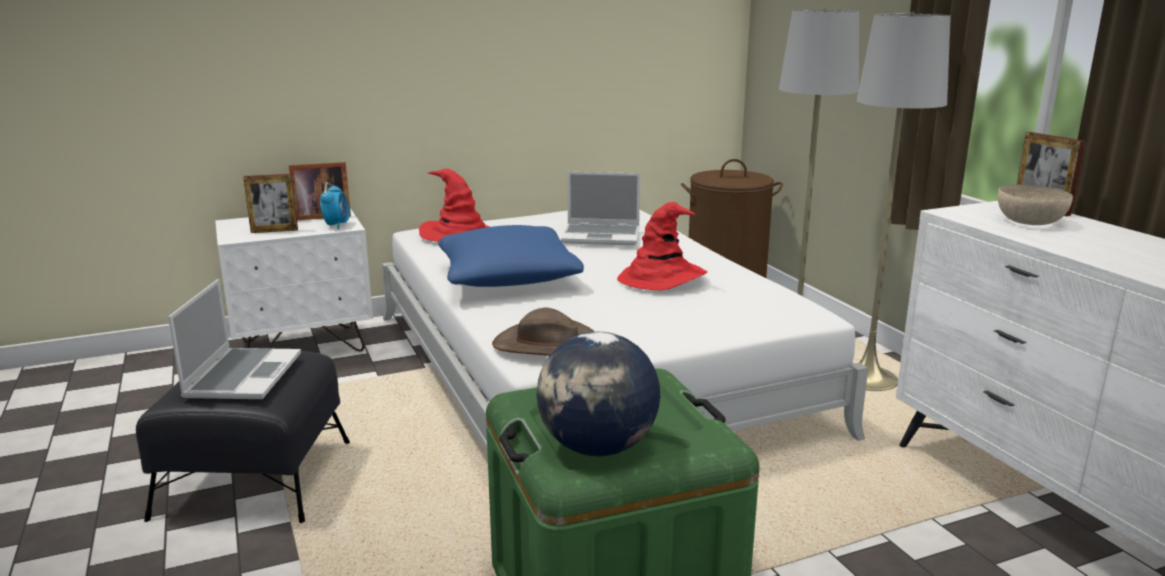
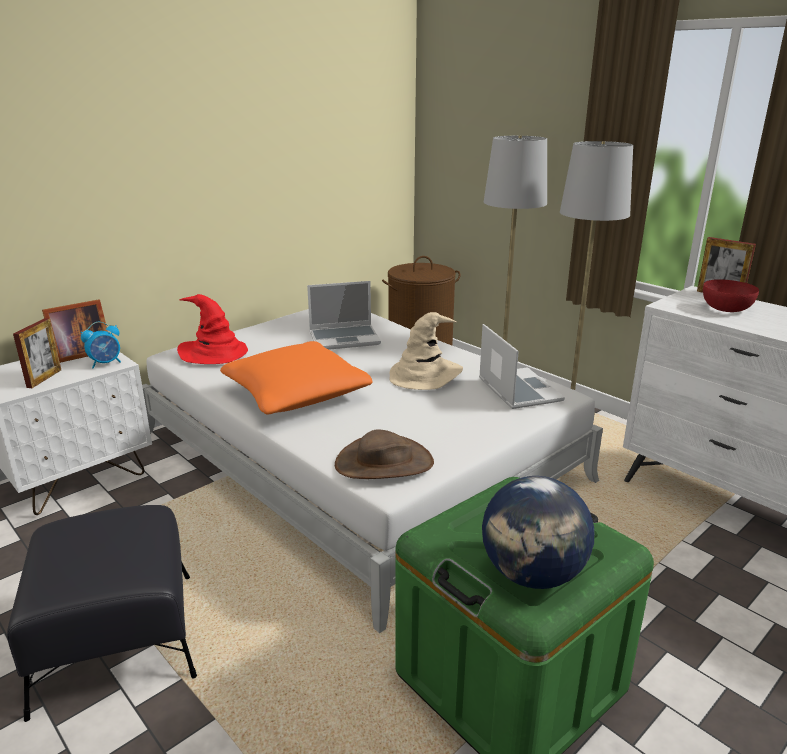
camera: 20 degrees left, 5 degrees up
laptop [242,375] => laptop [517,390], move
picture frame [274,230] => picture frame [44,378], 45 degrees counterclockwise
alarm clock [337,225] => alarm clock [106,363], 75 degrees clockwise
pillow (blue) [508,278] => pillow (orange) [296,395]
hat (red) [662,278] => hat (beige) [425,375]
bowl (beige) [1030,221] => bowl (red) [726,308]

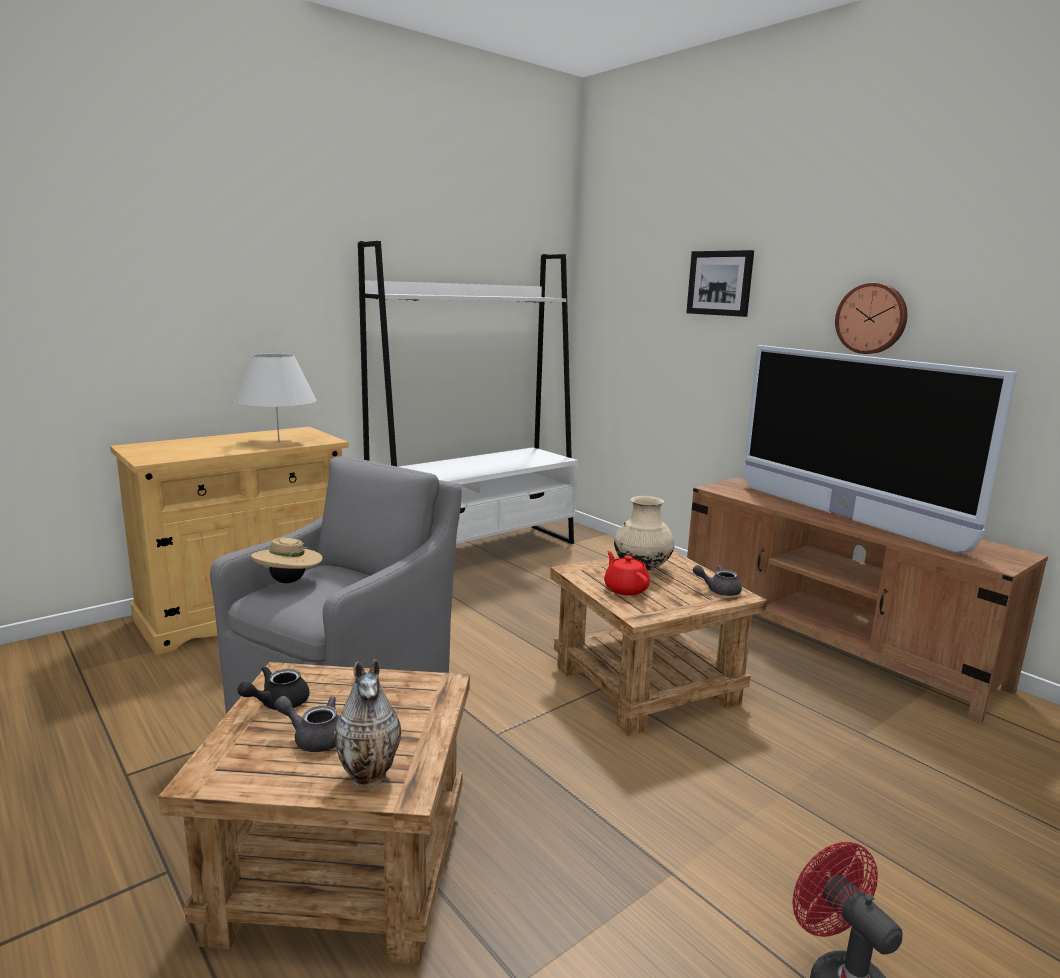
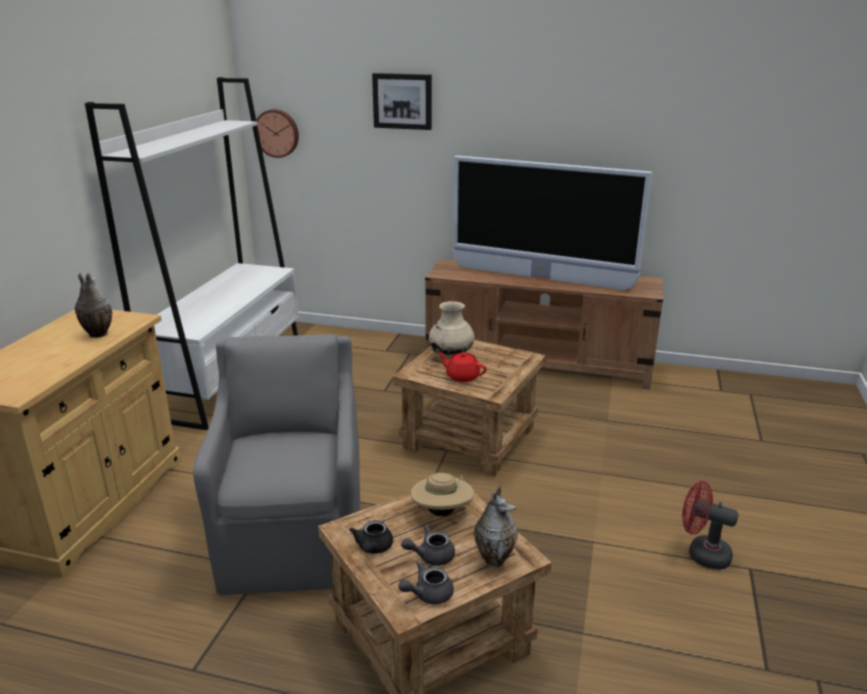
camera: 35 degrees left, 10 degrees up
table lamp (white) [278,442] => vase [97,334]
hat (beige) [289,582] => hat (beige) [442,512], move
teapot (grey) [718,590] => teapot (grey) [428,594], move
wall clock [872,318] => wall clock [277,133], move

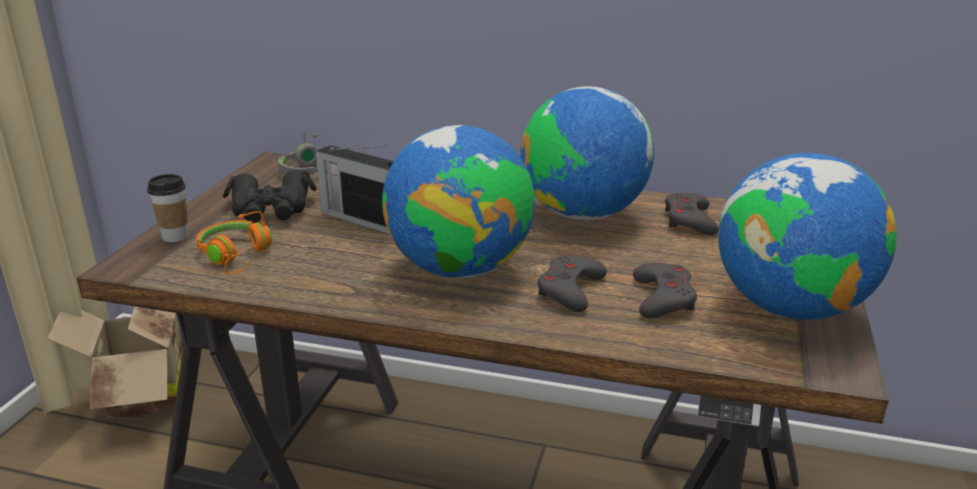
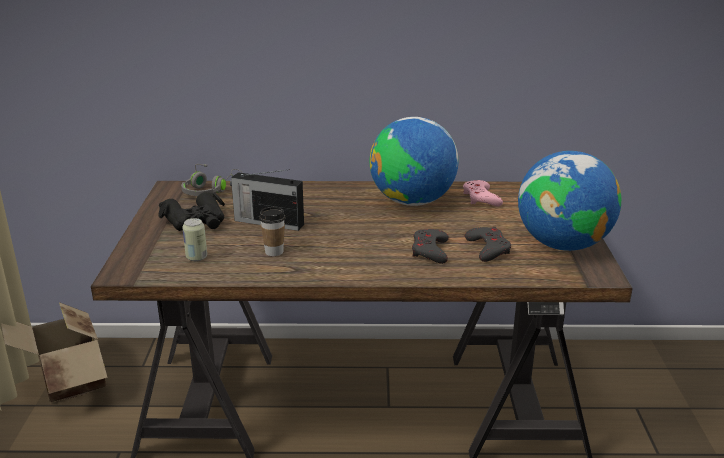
camera: 15 degrees left, 0 degrees up
cup [175,237] => cup [274,252], move
headphones (orange) [237,256] => can [196,257]
globe [460,268] => nothing
game controller (grey) [689,220] => game controller (pink) [481,198]

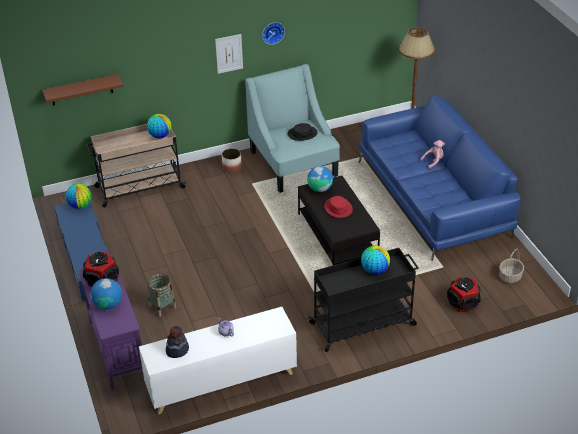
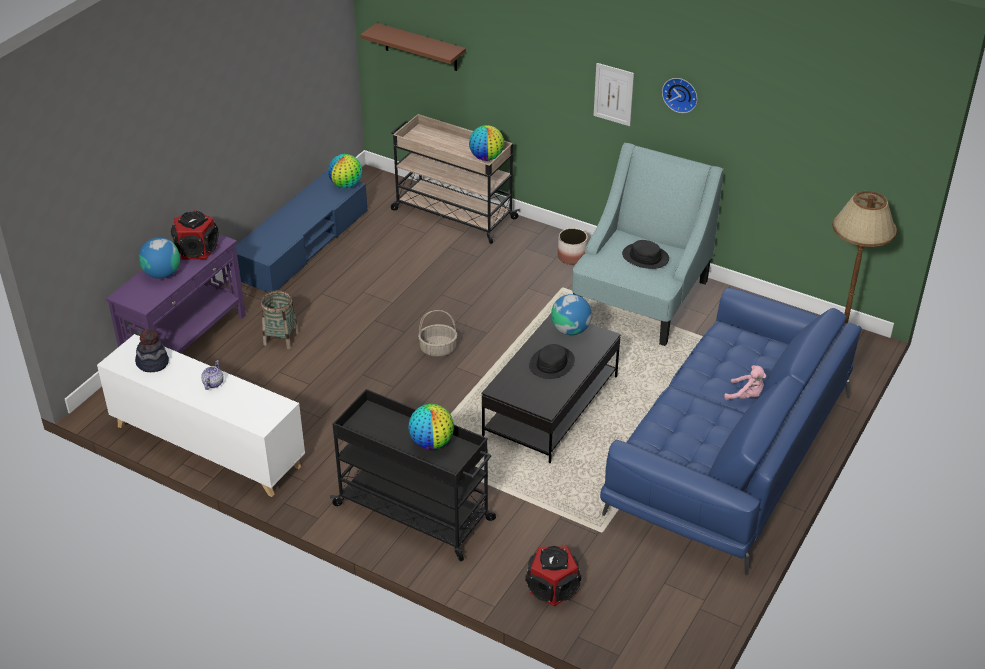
camera: 50 degrees right, 0 degrees up
hat (red) [338,208] => hat (black) [552,363]
basket [510,277] => basket [437,349], move

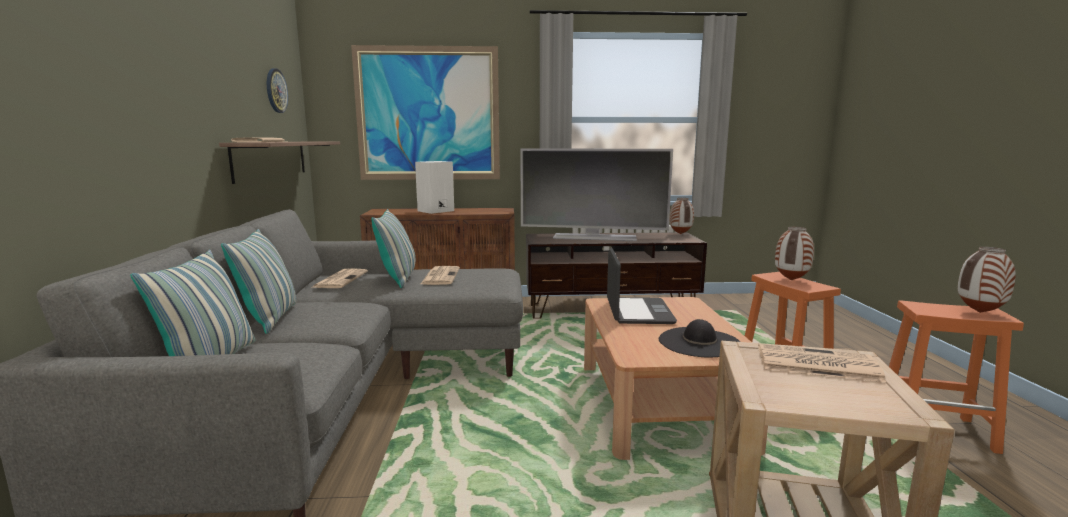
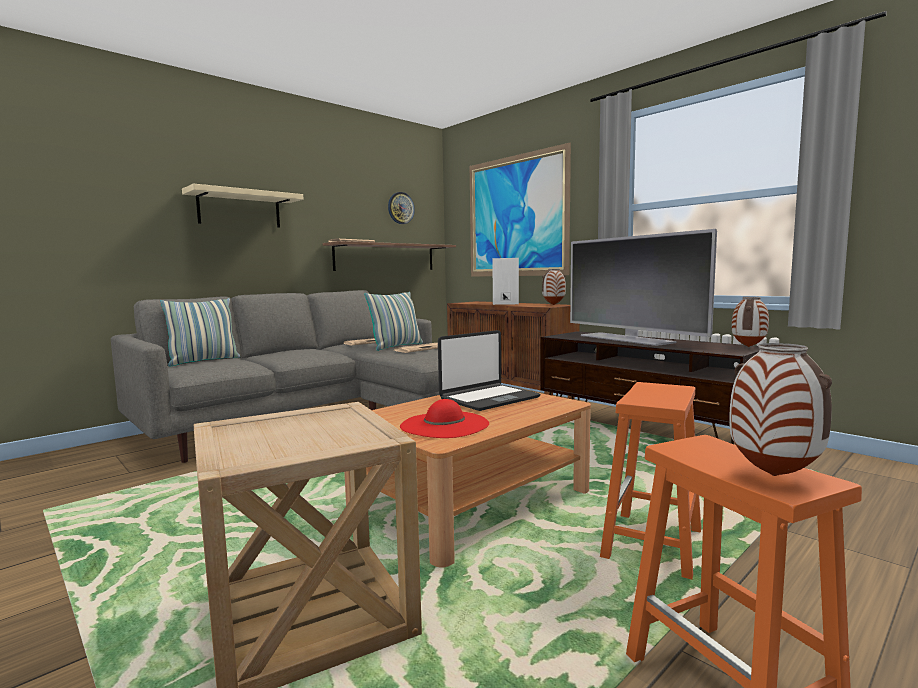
camera: 50 degrees right, 5 degrees down
pillow [270,318] => nothing
hat (black) [699,342] => hat (red) [444,425]
newspaper [815,364] => nothing
vase [790,280] => vase [554,305], move
nothing => shelf (beige) [239,209]

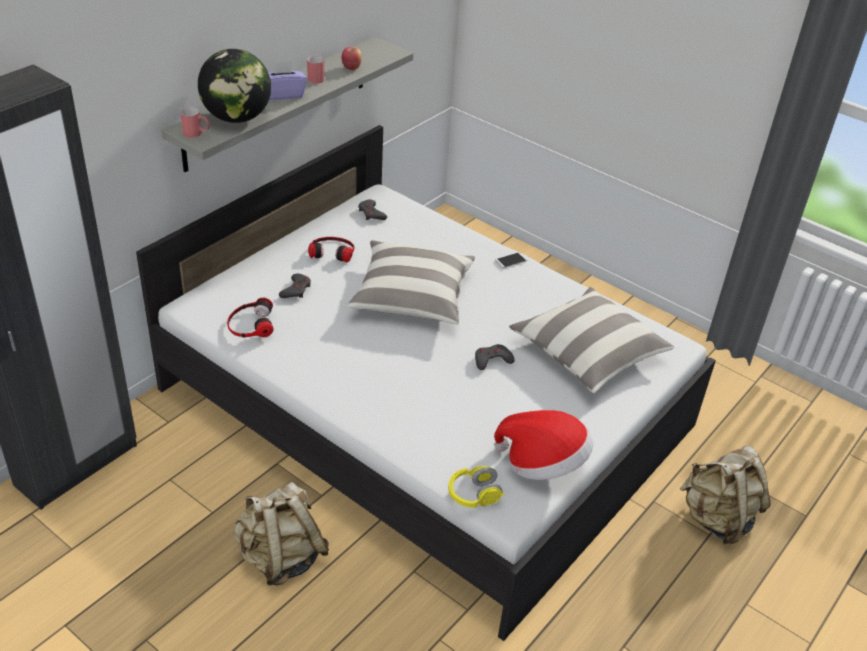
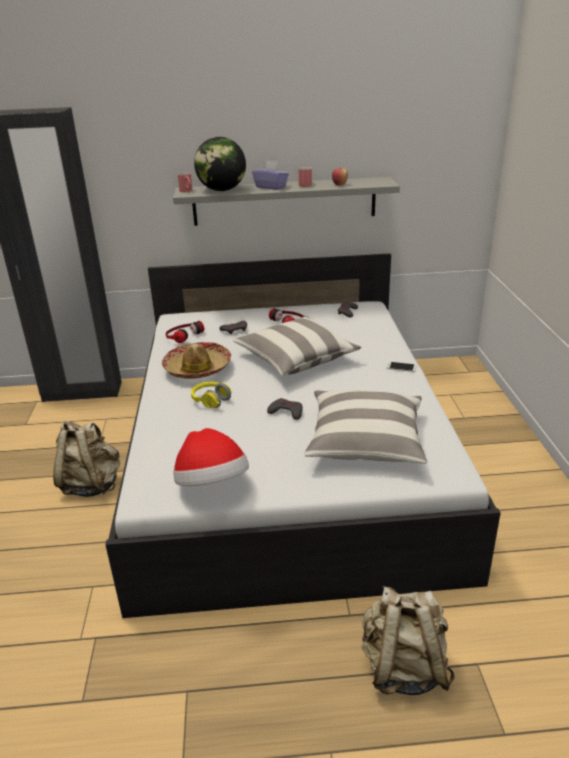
camera: 50 degrees right, 10 degrees down
headphones (yellow) [474,495] => headphones (yellow) [211,401], move
nothing => hat [197,368]

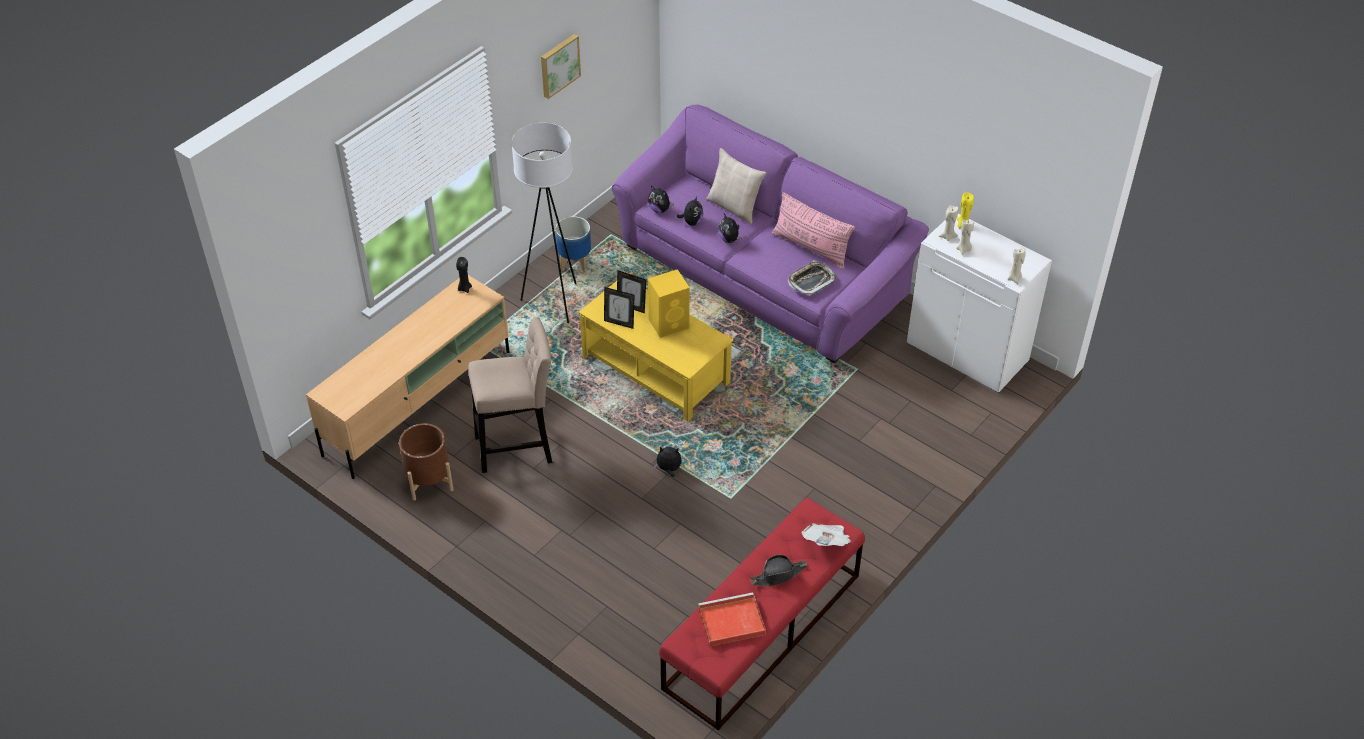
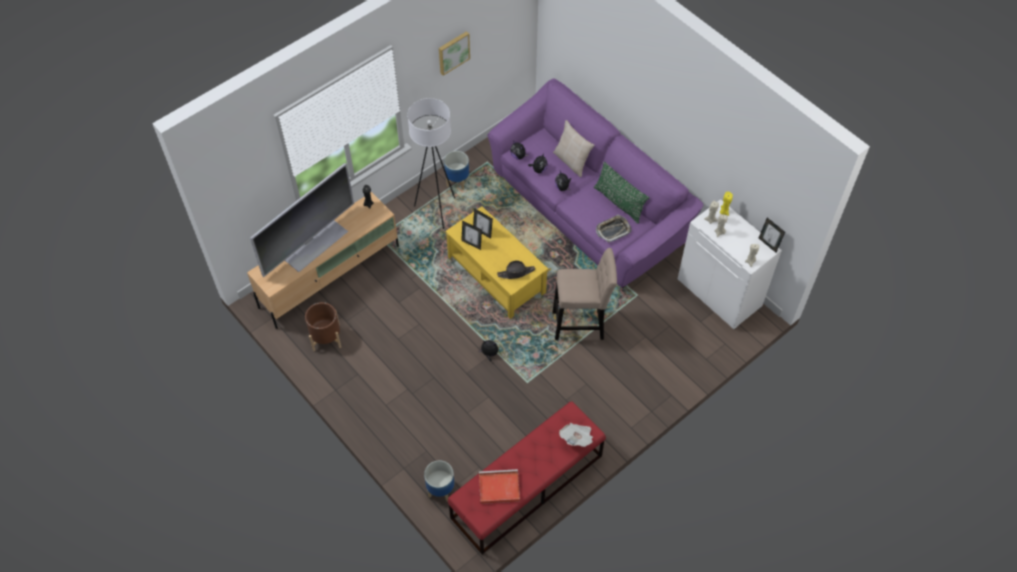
camera: 10 degrees right, 10 degrees up
stool (beige) [518,448] => stool (beige) [581,324], move
speaker (yellow) [669,323] => nothing
hat (black) [778,575] => hat (black) [516,273], move
pillow (pink) [811,248] => pillow (green) [619,203]
nothing => television [315,245]
nothing => planter [440,490]
nothing => picture frame [768,244]

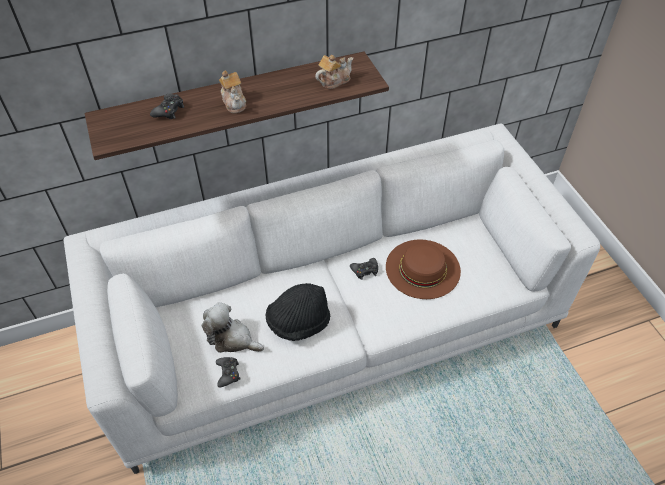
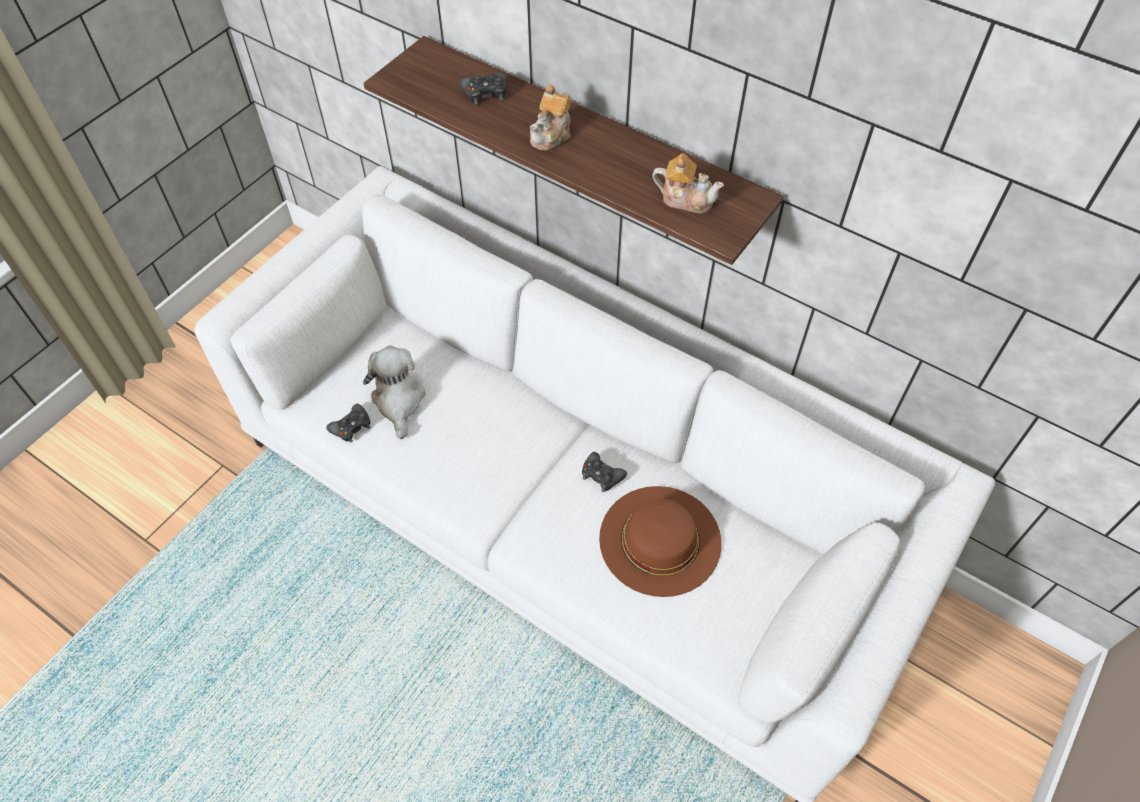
camera: 55 degrees right, 5 degrees up
hat (black) [298,322] => nothing

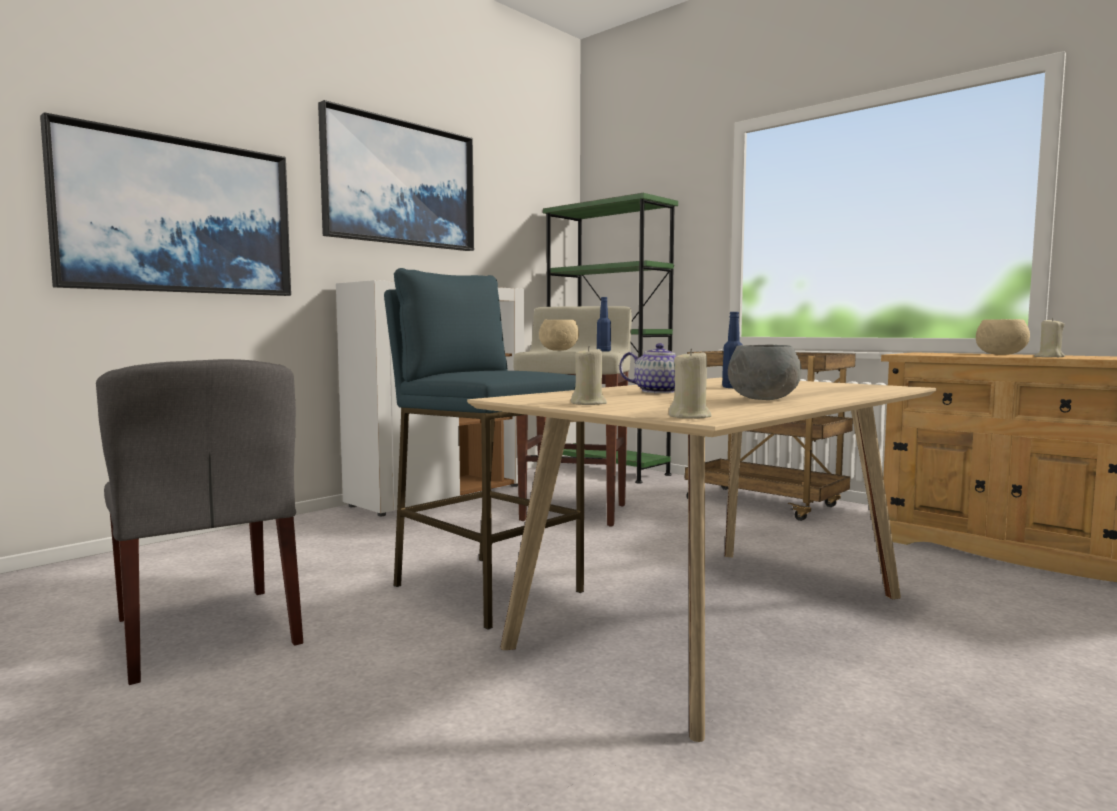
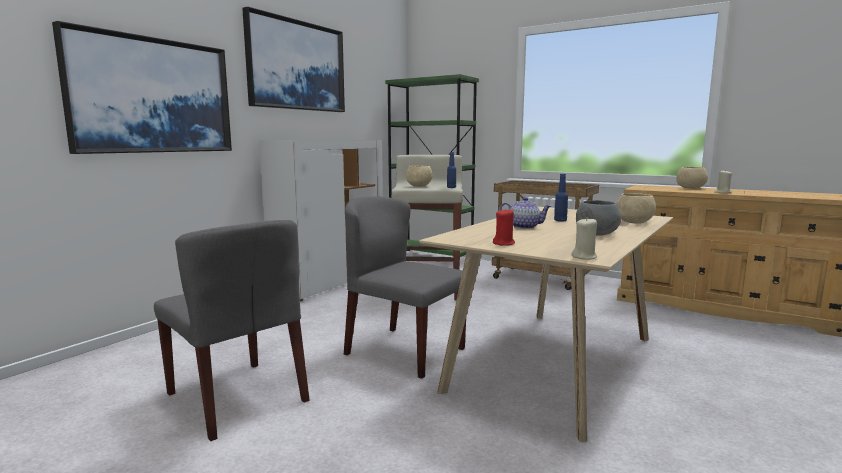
camera: 10 degrees left, 5 degrees up
stool (blue) [486,588] => chair (grey) [404,351]
candle (beige) [589,404] => candle (red) [504,243]
nothing => bowl (beige) [633,222]

